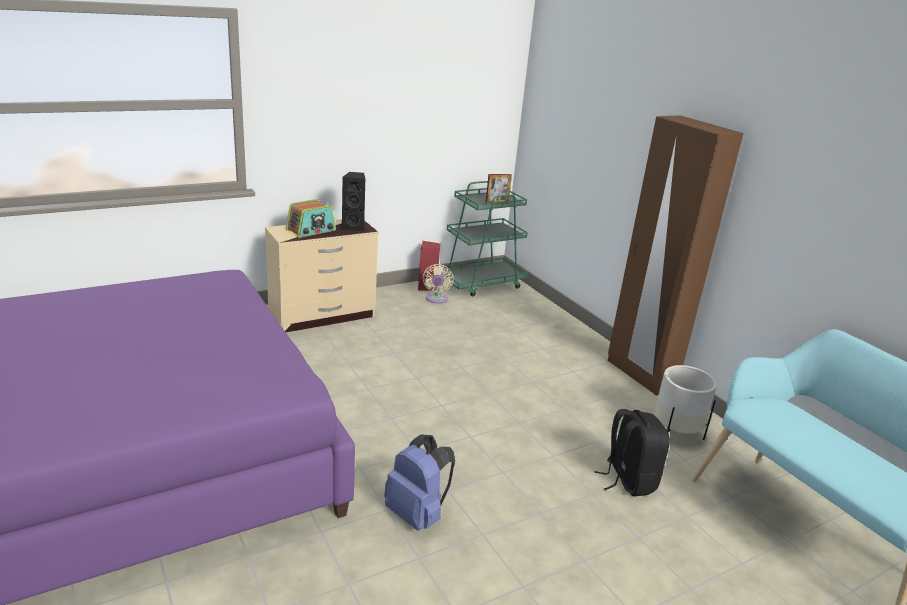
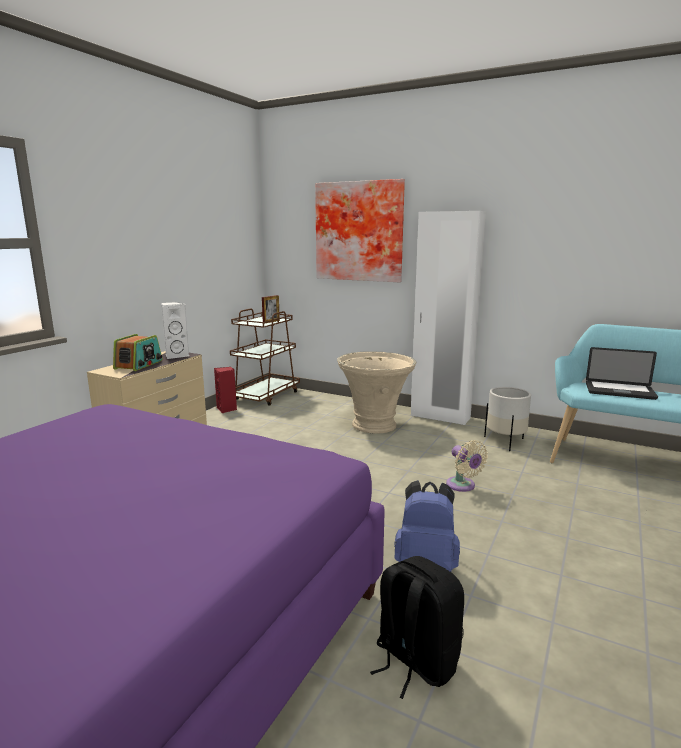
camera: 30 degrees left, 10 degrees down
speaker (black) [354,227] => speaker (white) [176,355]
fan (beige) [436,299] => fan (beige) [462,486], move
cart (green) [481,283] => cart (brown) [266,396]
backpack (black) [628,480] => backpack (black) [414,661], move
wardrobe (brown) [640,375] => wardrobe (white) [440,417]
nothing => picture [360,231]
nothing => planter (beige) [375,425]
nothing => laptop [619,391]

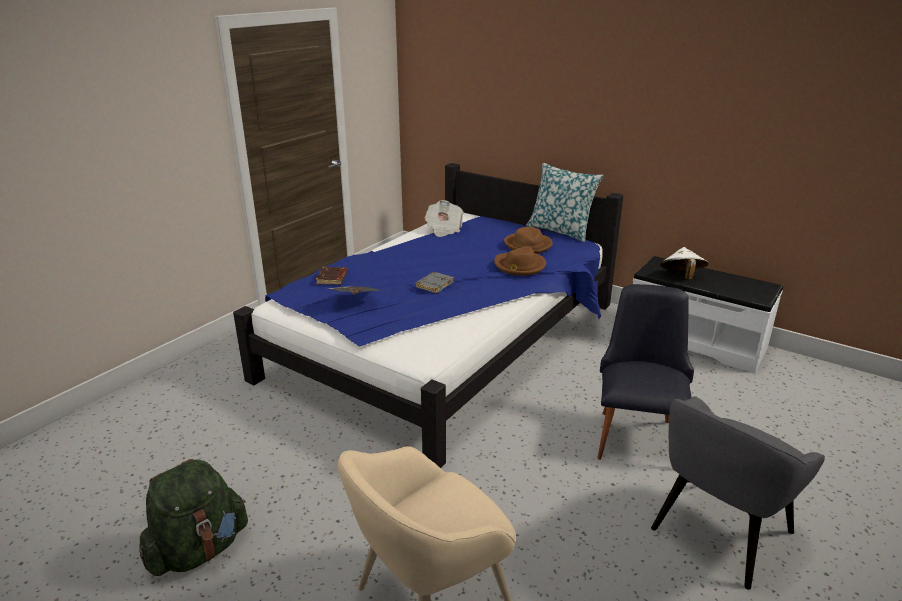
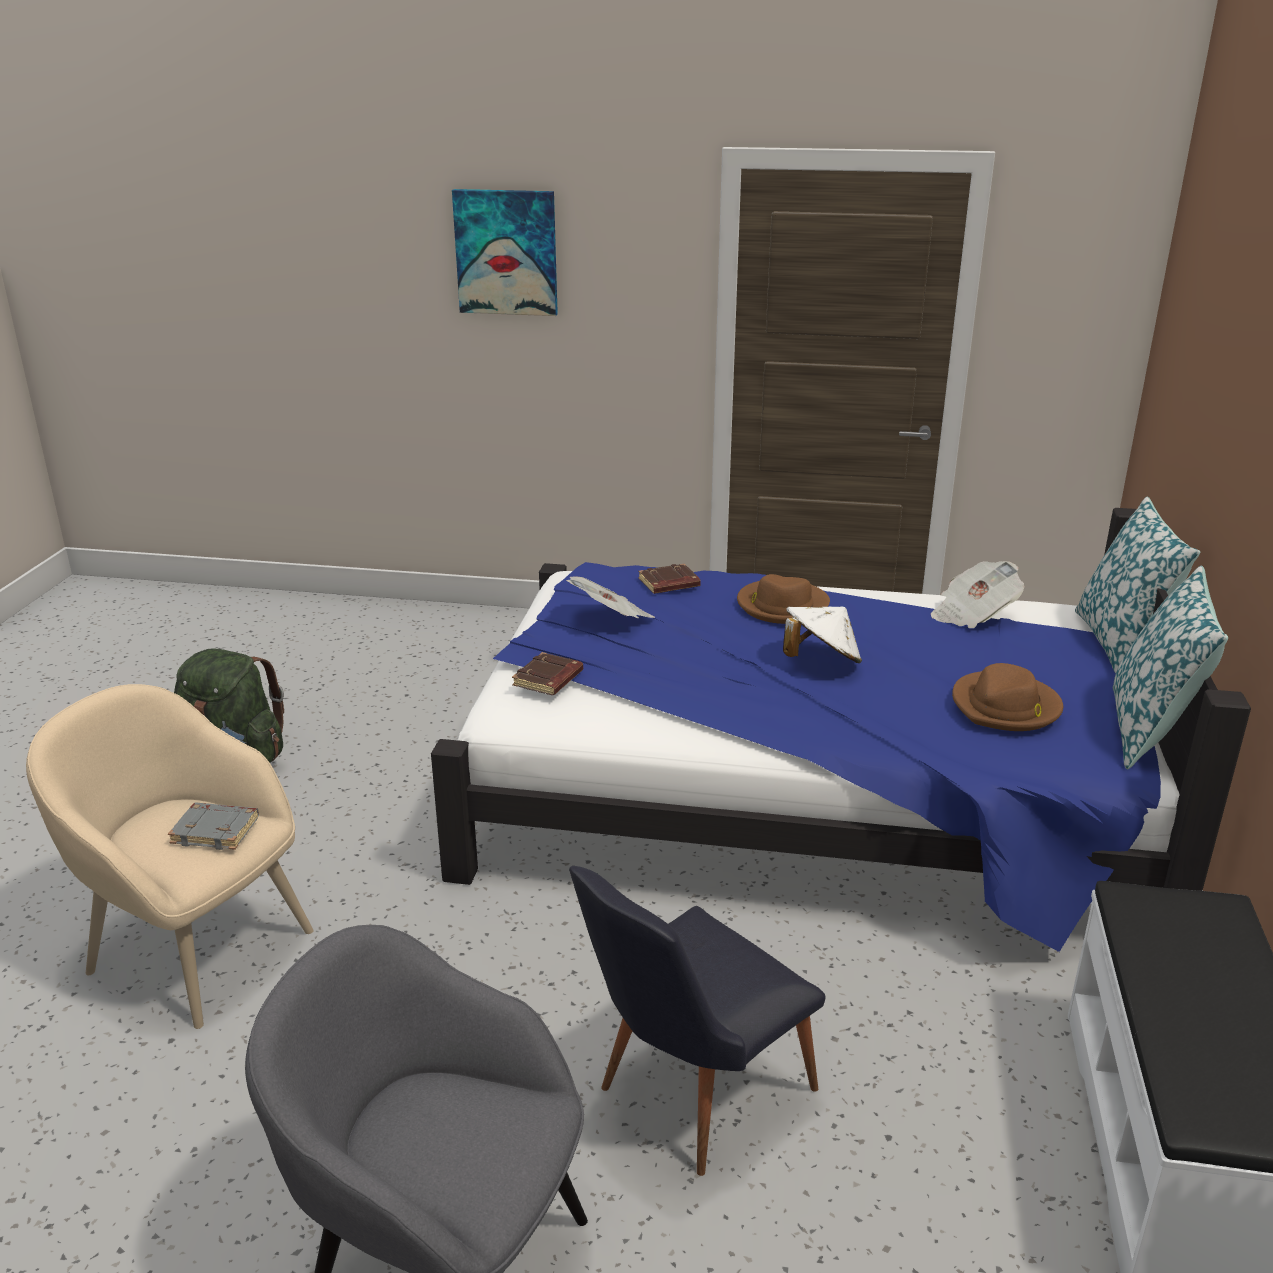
camera: 65 degrees right, 0 degrees up
book (grey) [434,285] => book (grey) [217,830], move
hat (brown) [519,266] => hat (brown) [782,605], move
chair (black) [637,433] => chair (black) [689,1096], 150 degrees clockwise
hat (white) [681,277] => hat (white) [821,660], move
nothing => picture [506,252]
nothing => book (brown) [548,680]
nothing => pillow [1120,642]

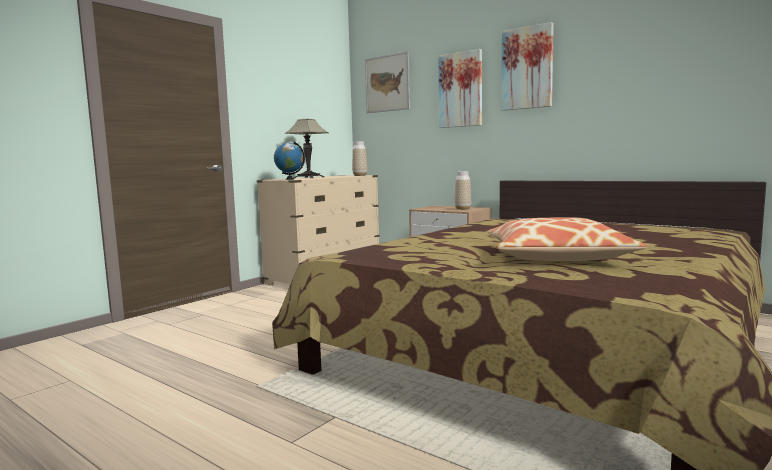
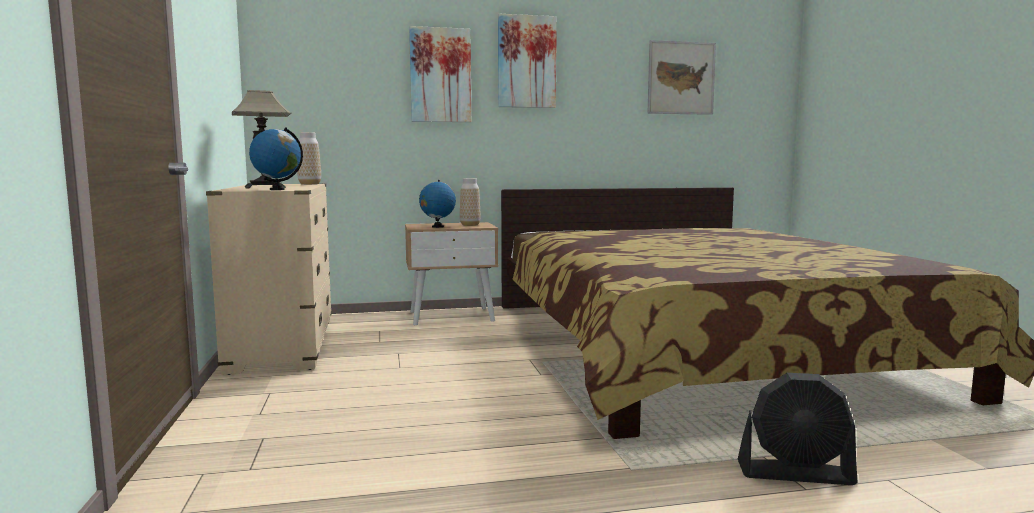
camera: 50 degrees left, 0 degrees up
picture [387,83] => picture [681,78], move
pillow [556,257] => nothing
nothing => globe [437,227]
nothing => fan (black) [795,473]

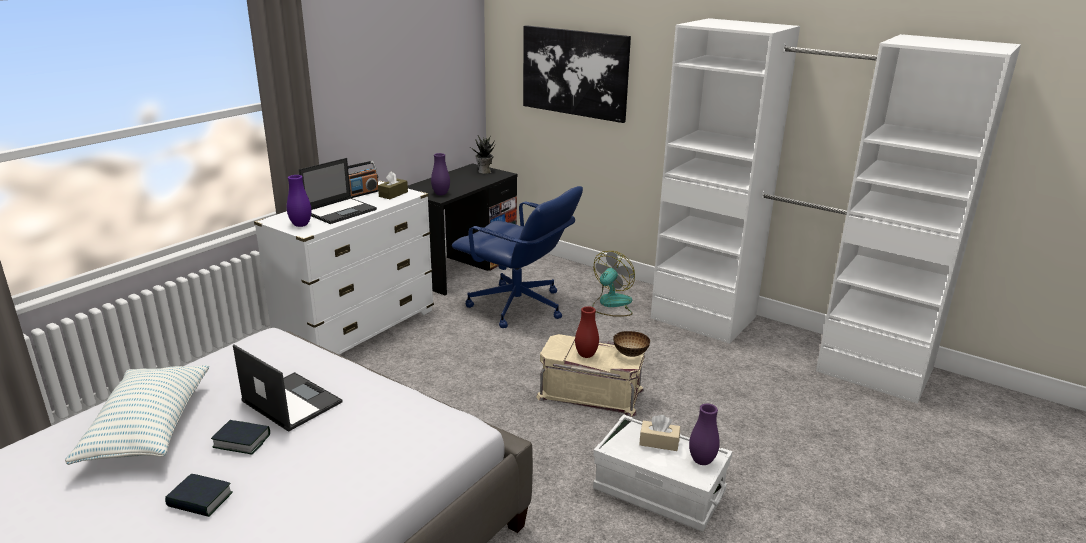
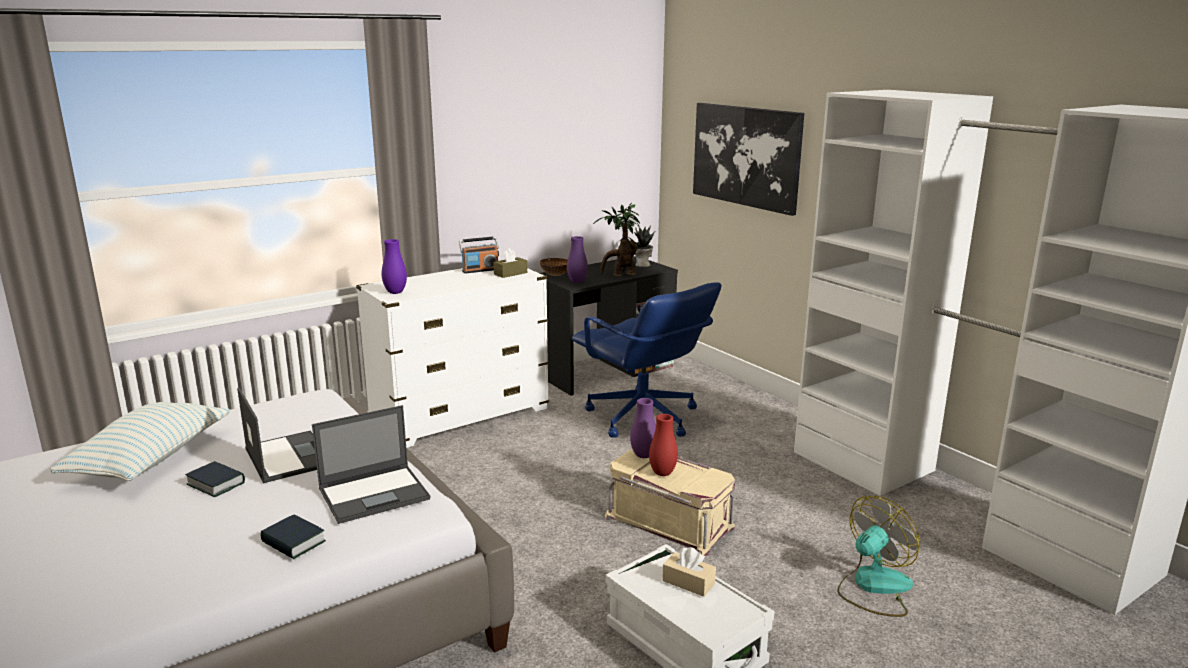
camera: 20 degrees right, 5 degrees down
book [200,500] => book [293,542], move
laptop [340,211] => laptop [375,494], move
fan [611,304] => fan [873,587], move
bowl [631,354] => bowl [556,275], move
vase (purple) [702,461] => vase (purple) [643,455], move
nothing => potted plant [620,275]

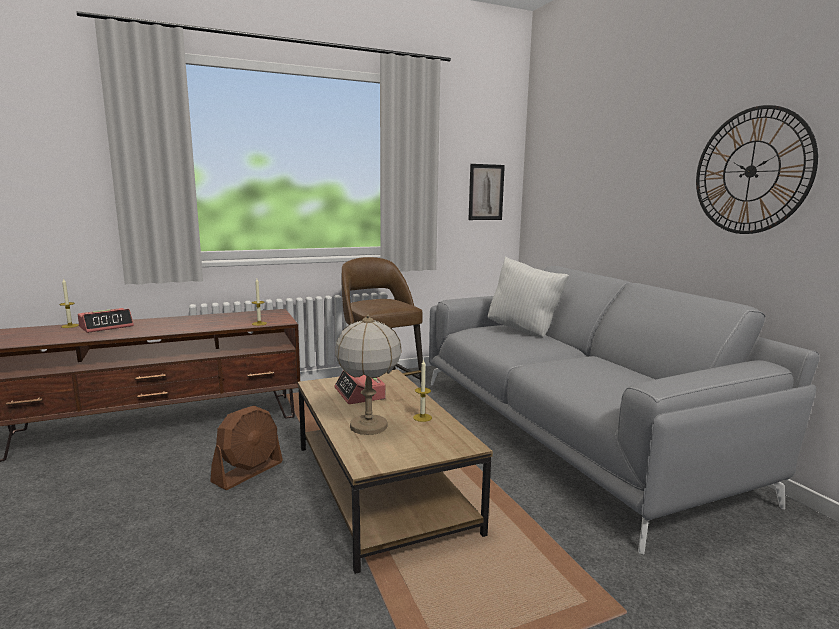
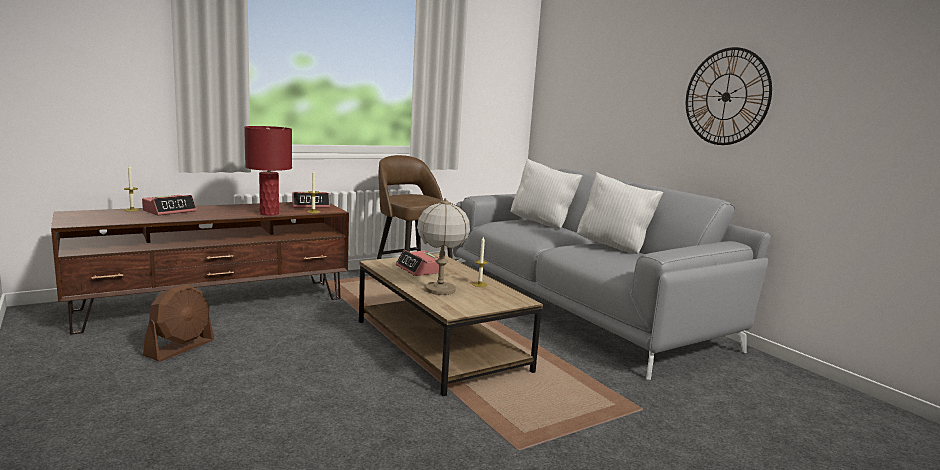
camera: 10 degrees left, 0 degrees up
fan (brown) [248,472] => fan (brown) [180,348], move
picture [486,192] => nothing
nothing => table lamp (red) [269,213]
nothing => alarm clock [311,205]
nothing => pillow (white) [614,247]

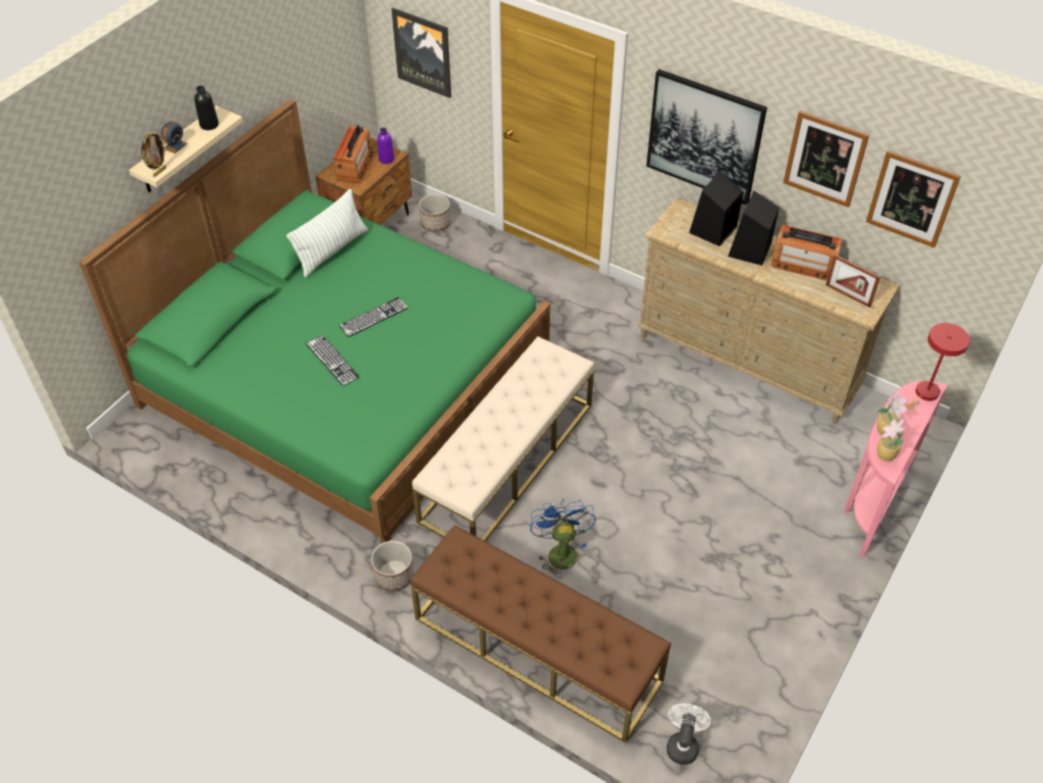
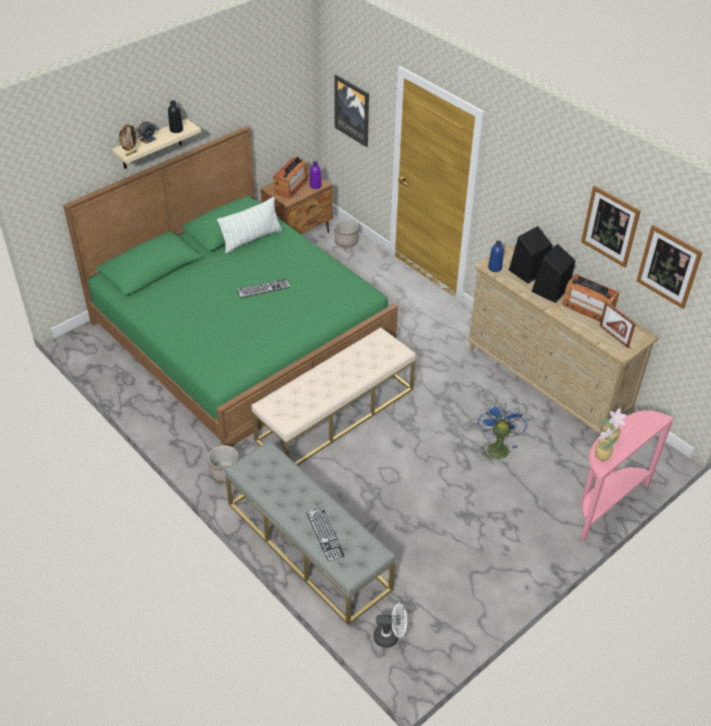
camera: 15 degrees right, 5 degrees down
keyboard [332,360] => keyboard [325,534], move
bench (brown) [536,649] => bench (grey) [307,545]
fan (blue) [560,551] => fan (blue) [497,447], move
picture [704,136] => nothing
fan (white) [683,744] => fan (white) [390,637], 60 degrees clockwise
table lamp (red) [924,394] => nothing
nothing => bottle (blue) [494,268]

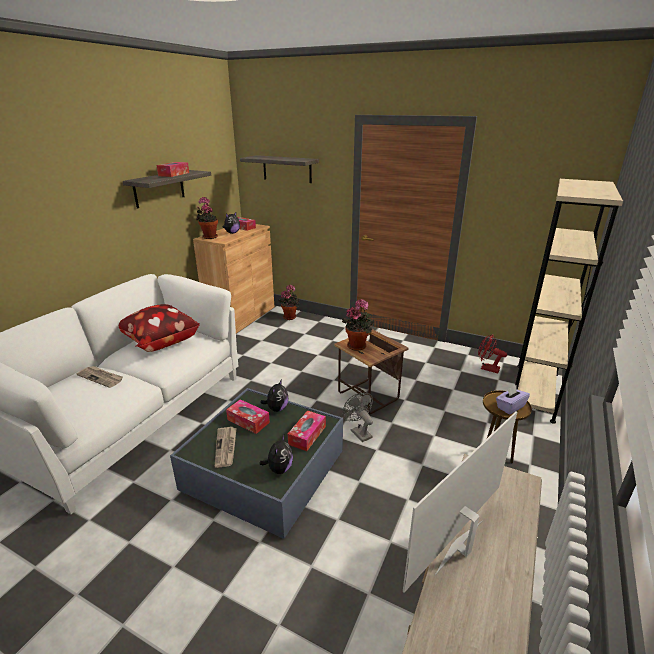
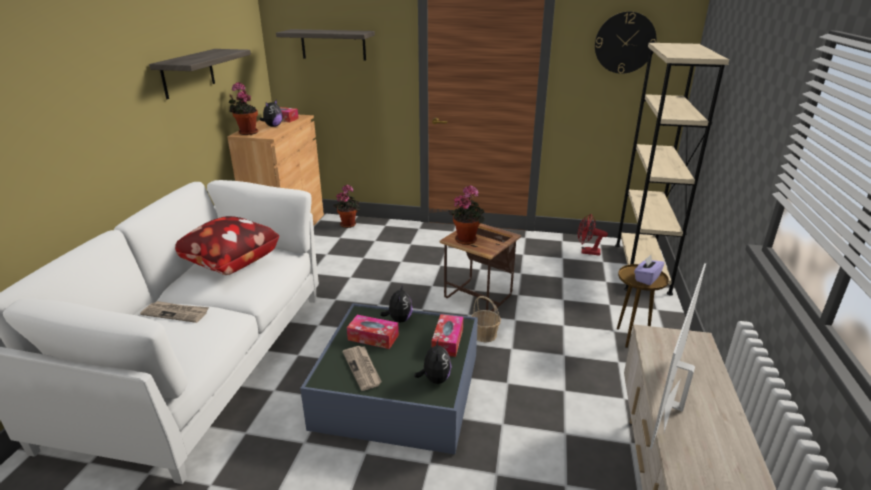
camera: 15 degrees left, 0 degrees up
tissue box [174,174] => nothing
fan (grey) [358,432] => basket [484,335]
nothing => wall clock [625,43]

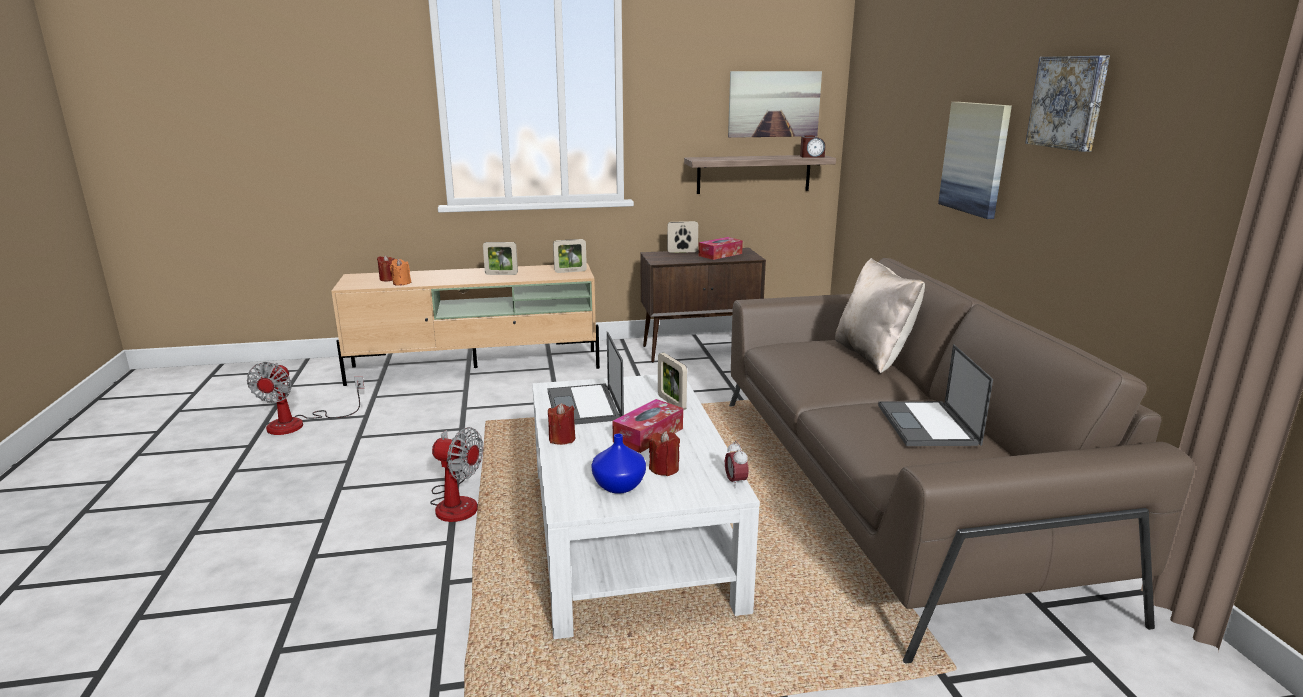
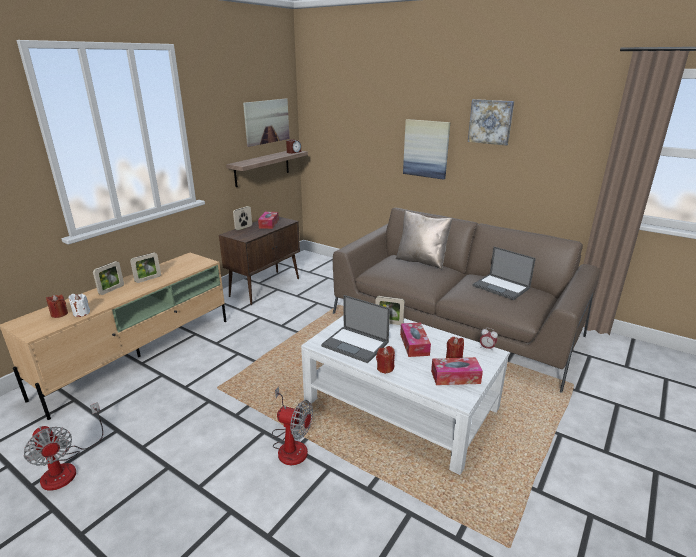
camera: 45 degrees left, 5 degrees up
candle (orange) [401,283] => candle (white) [81,313]
fan [455,502] => fan [290,445], 45 degrees clockwise
picture frame [570,271] => picture frame [111,290], move
vase (blue) [617,486] => tissue box [455,377]

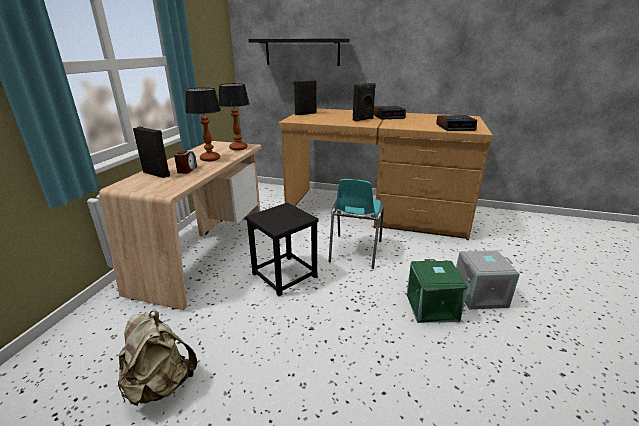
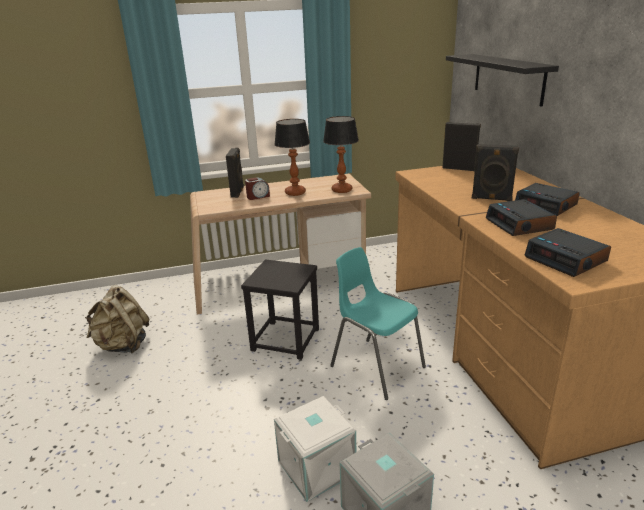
camera: 60 degrees right, 0 degrees up
chair (turquoise) [354,251] => chair (turquoise) [376,366], 60 degrees clockwise
storage box (green) [433,307] => storage box (white) [317,468]
nothing => alarm clock [520,224]

